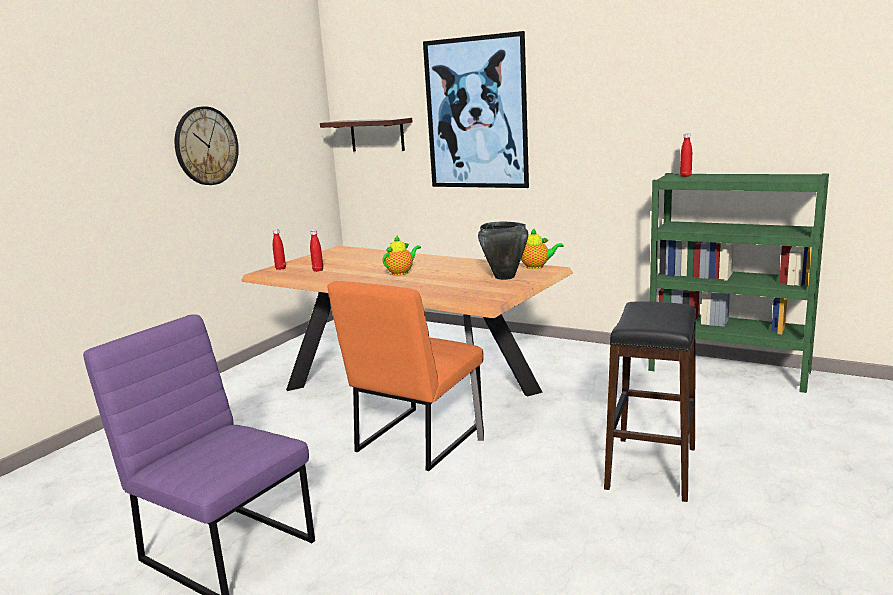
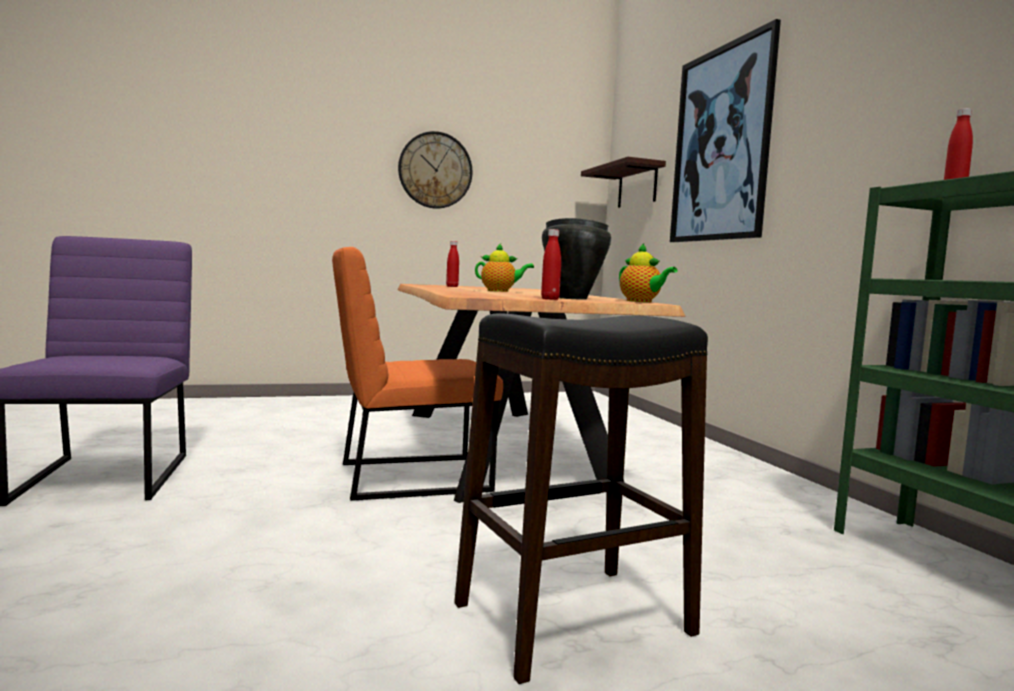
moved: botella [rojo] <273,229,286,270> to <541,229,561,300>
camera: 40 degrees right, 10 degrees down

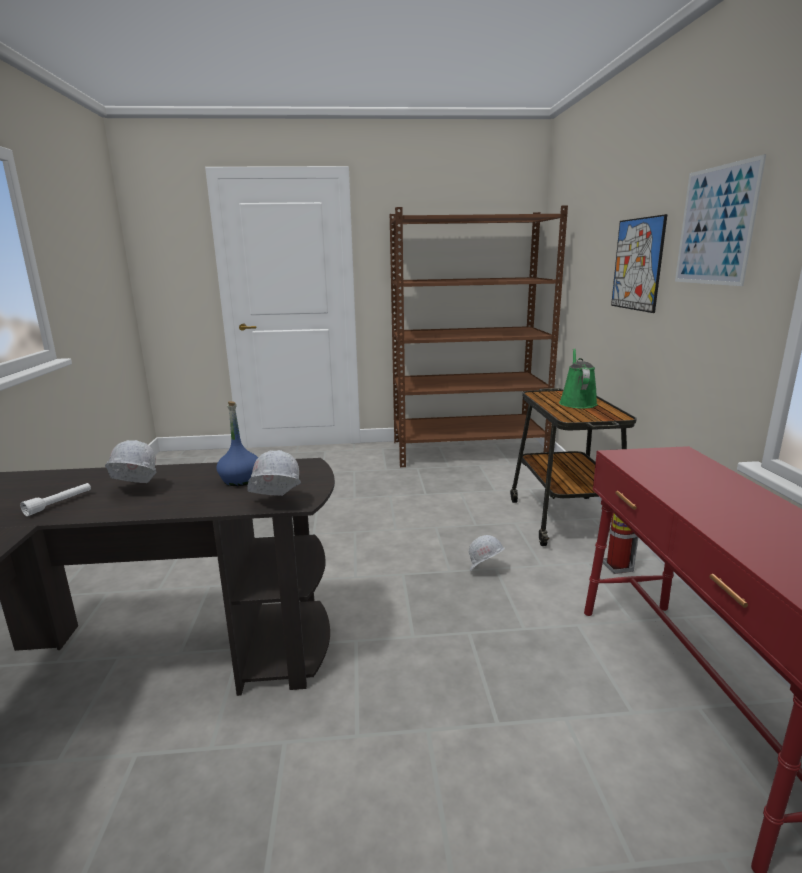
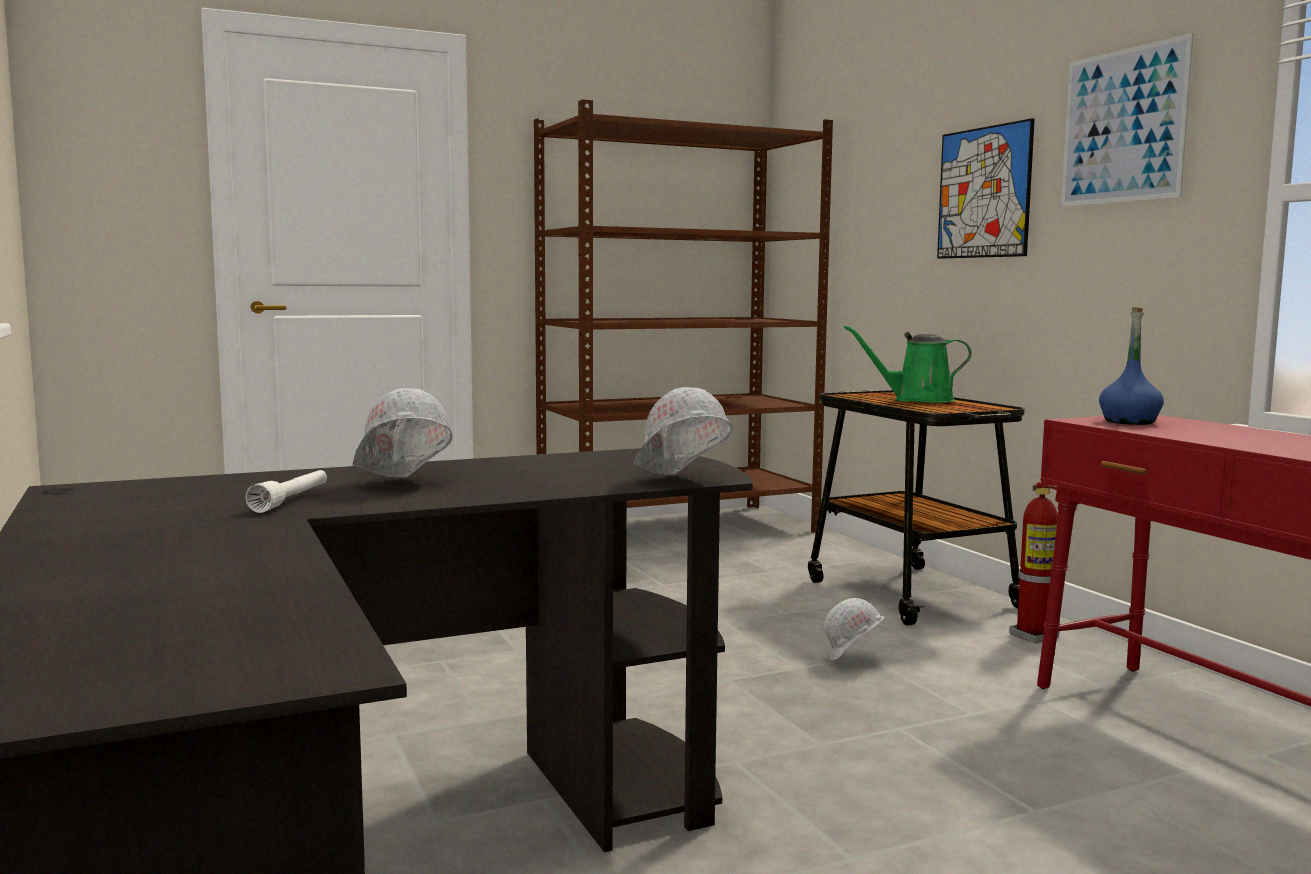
moved: botella [azul] <217,401,258,486> to <1099,307,1164,425>
turned: regadera [verde] <559,348,598,409> = <844,325,972,403> 75 degrees counterclockwise
camera: 20 degrees left, 10 degrees down

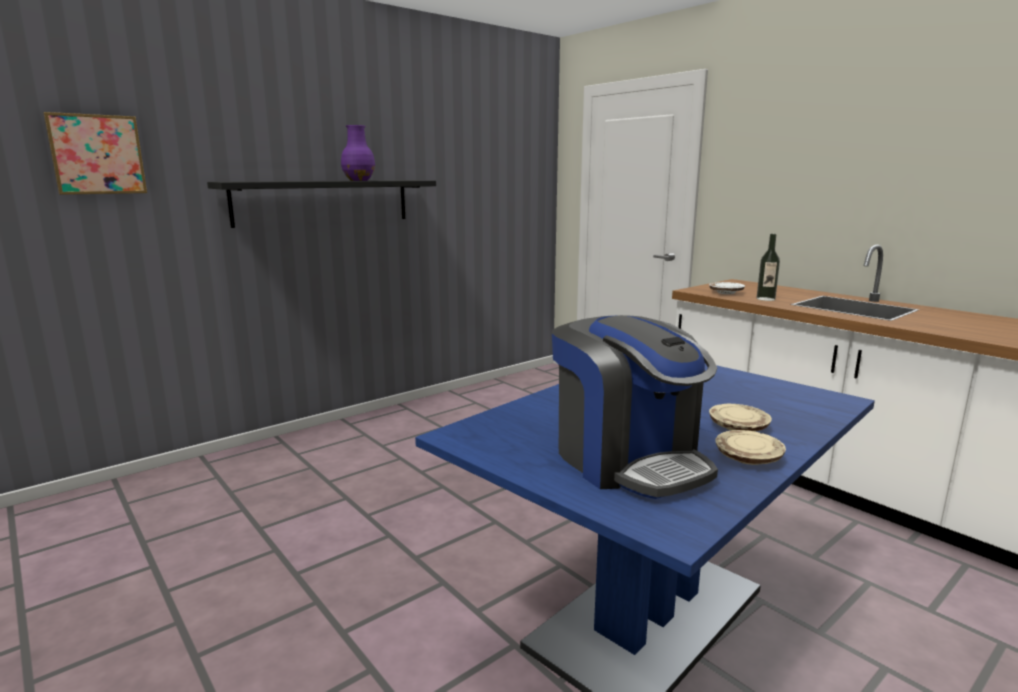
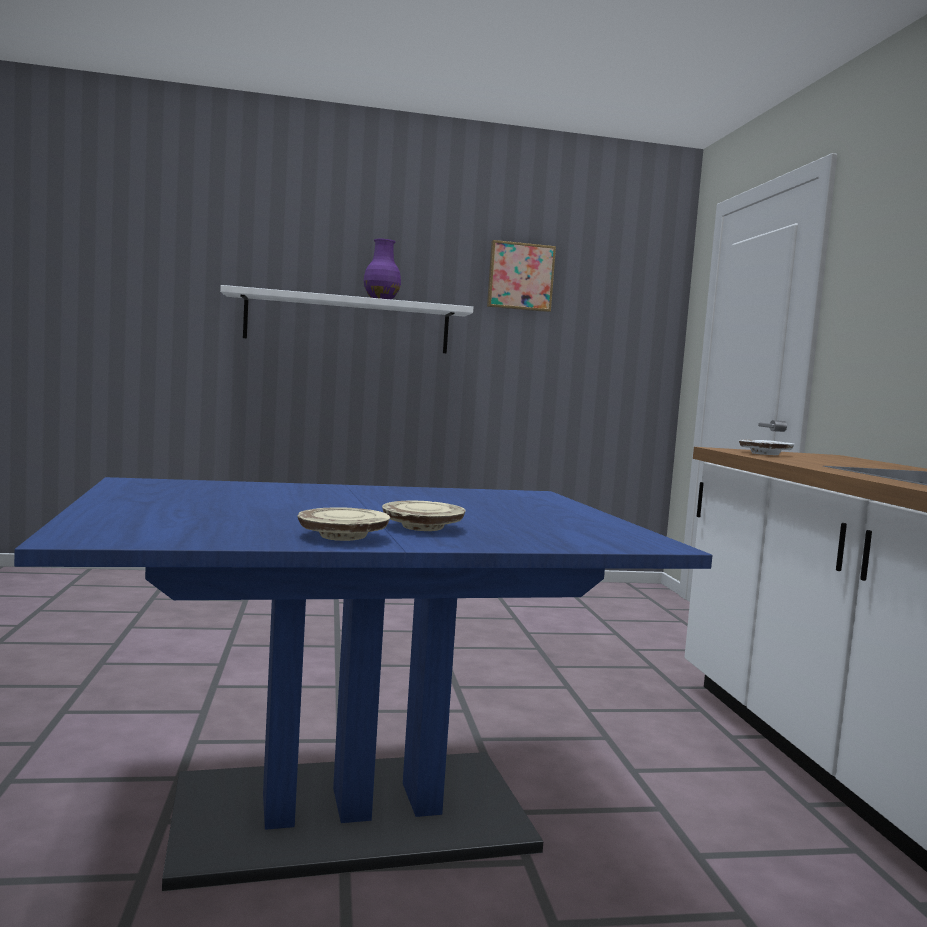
removed: cafetera <552,315,718,499>; botella <756,234,780,301>
moved: cuadro <43,112,147,195> to <487,240,556,312>
recoloured: estante [negro] <207,180,436,228> to estante [blanco] <220,285,473,354>
camera: 30 degrees right, 10 degrees down

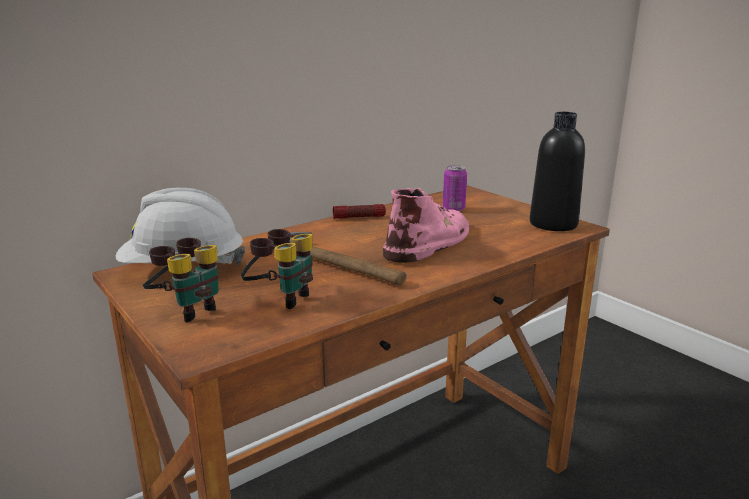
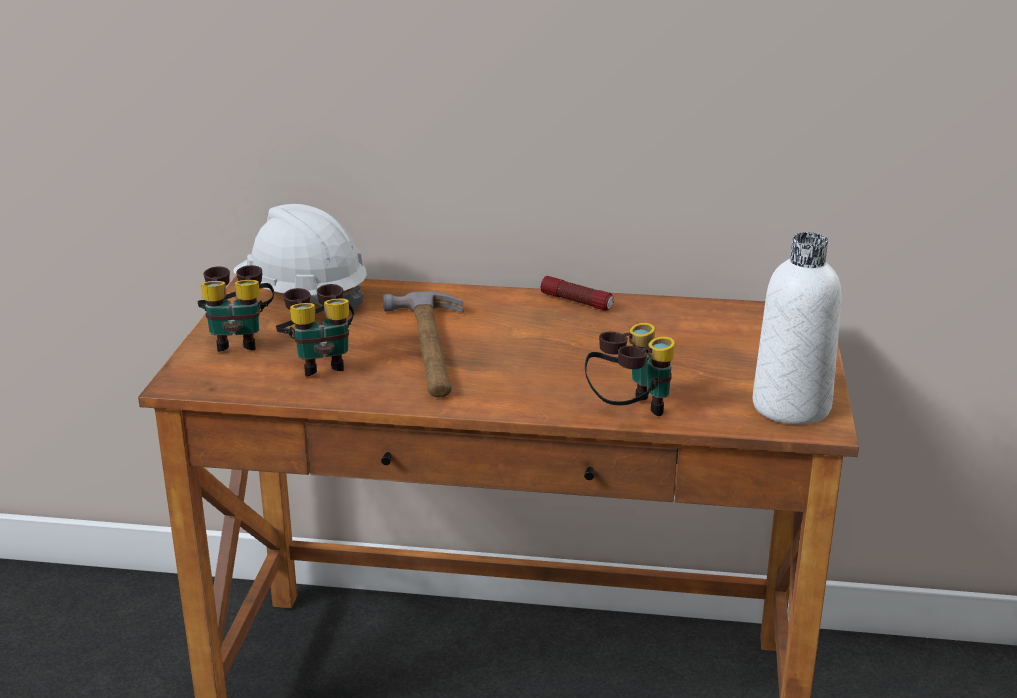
removed: bota [rosa] <383,188,469,263>; lata <443,165,467,211>
added: prismáticos <585,323,675,416>
recoloured: botella [negro] <530,112,585,231> to botella [blanco] <752,232,841,424>
camera: 45 degrees right, 5 degrees up

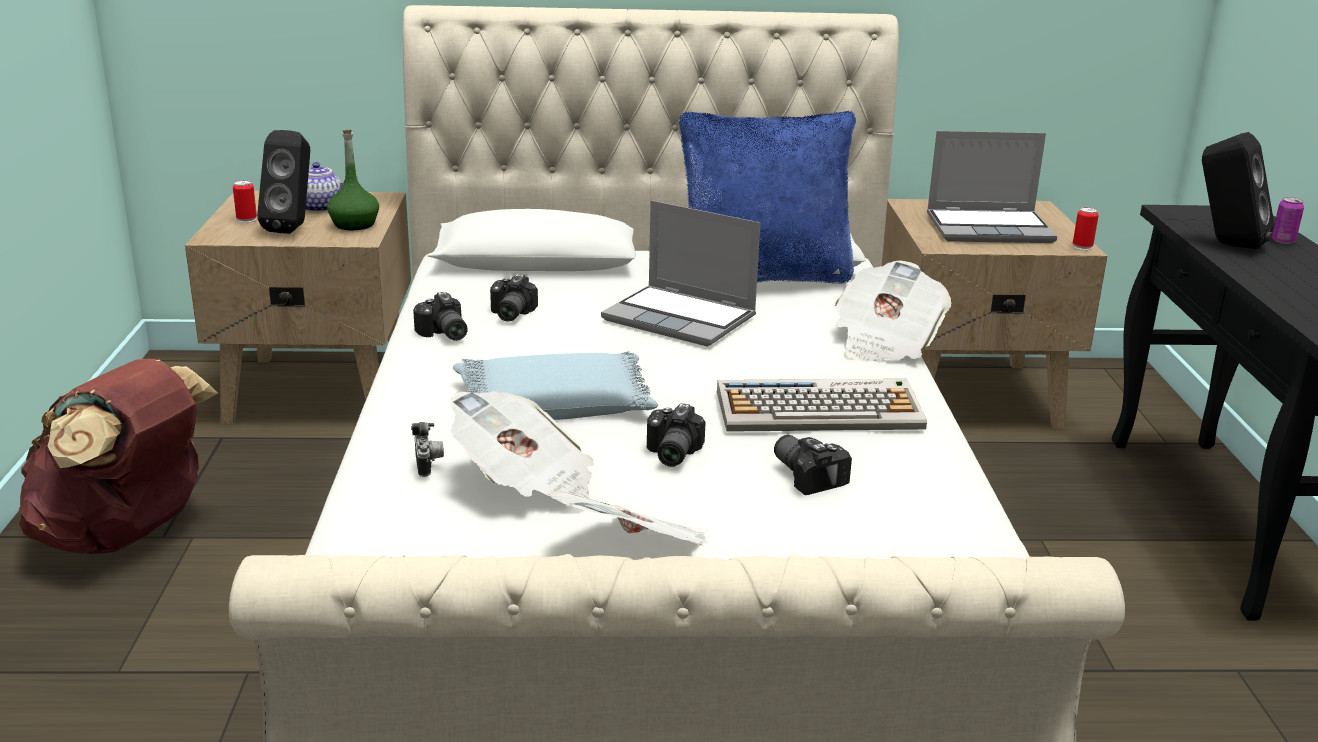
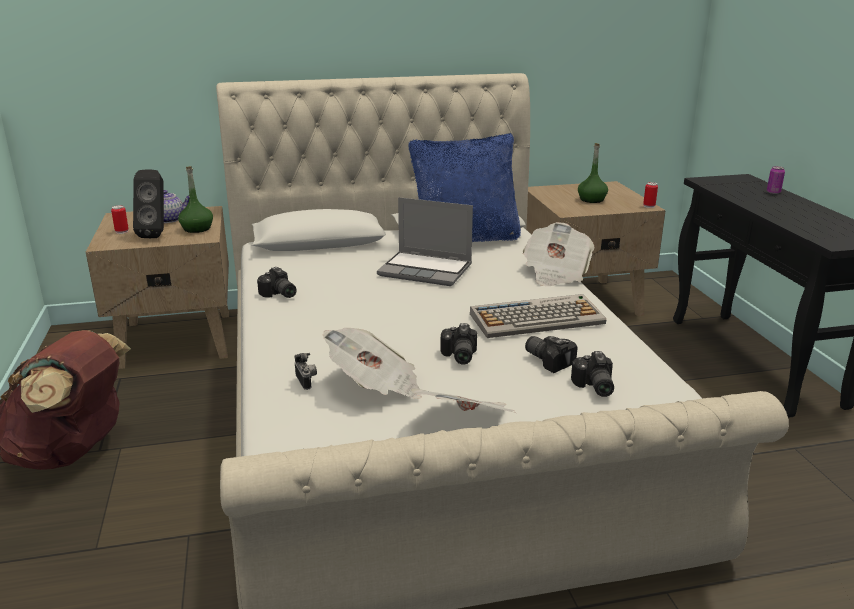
removed: cojín [azul] <453,351,658,420>; altavoz [negro] <1202,132,1274,249>
moved: cámara <490,274,538,321> to <571,351,614,397>
replaced: portátil <927,131,1057,243> to botella [verde] <578,143,608,203>
camera: 10 degrees left, 0 degrees up

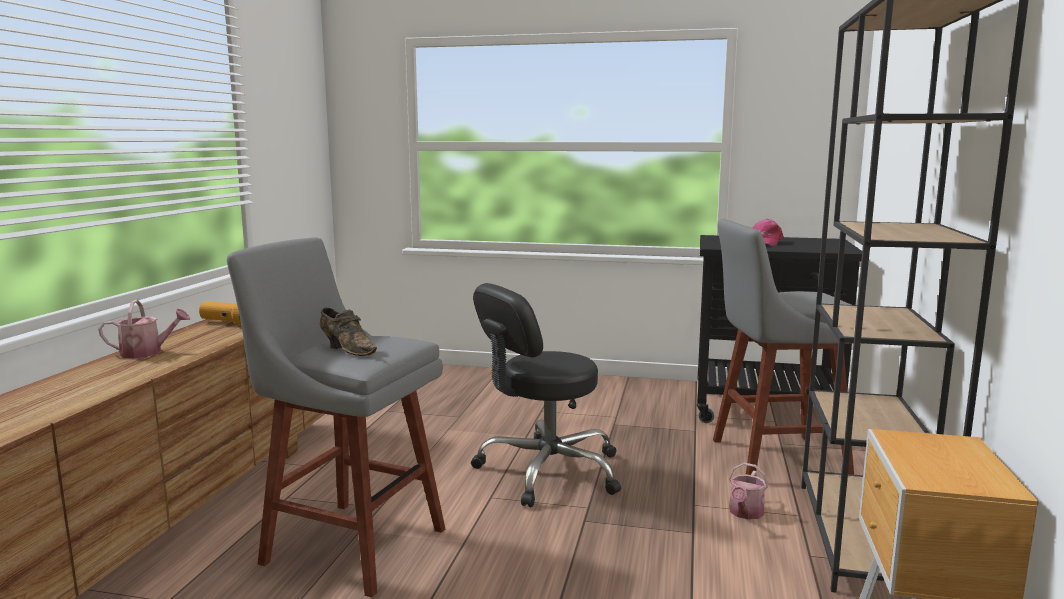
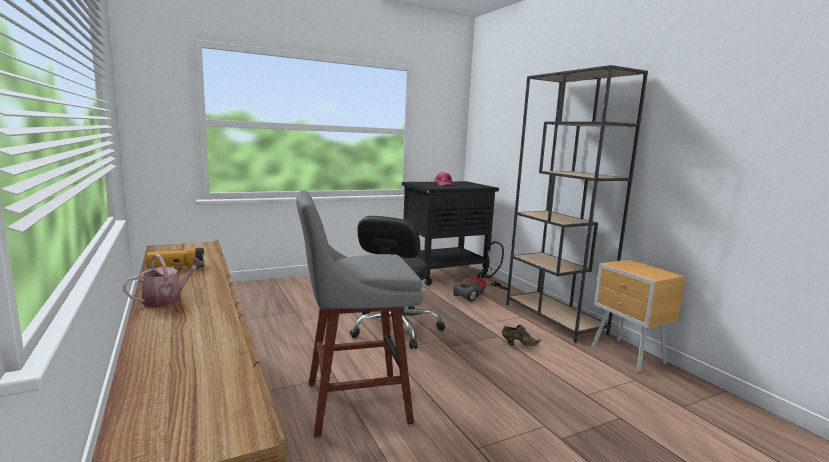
removed: regadera <729,463,768,520>
moved: zapato [marrón] <320,308,377,356> to <501,325,541,346>
replaced: taburete [gris] <713,219,854,475> to aspiradora <453,241,508,301>
camera: 40 degrees left, 0 degrees up

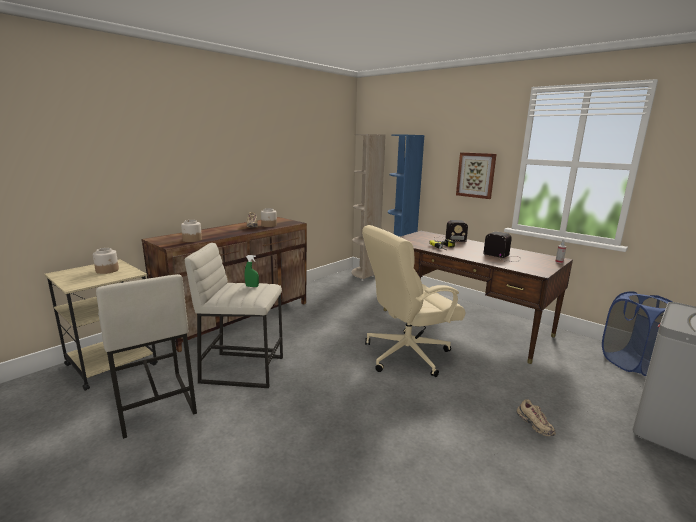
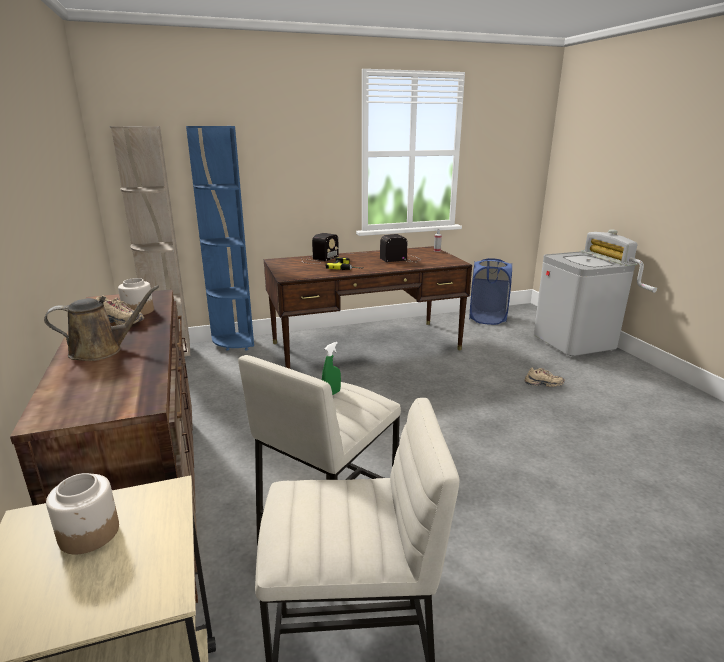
removed: tarro <181,220,202,242>; silla de oficina [beis] <362,225,465,377>; cuadro <456,152,497,199>
added: regadera [marrón] <44,285,159,361>
camera: 60 degrees left, 5 degrees up

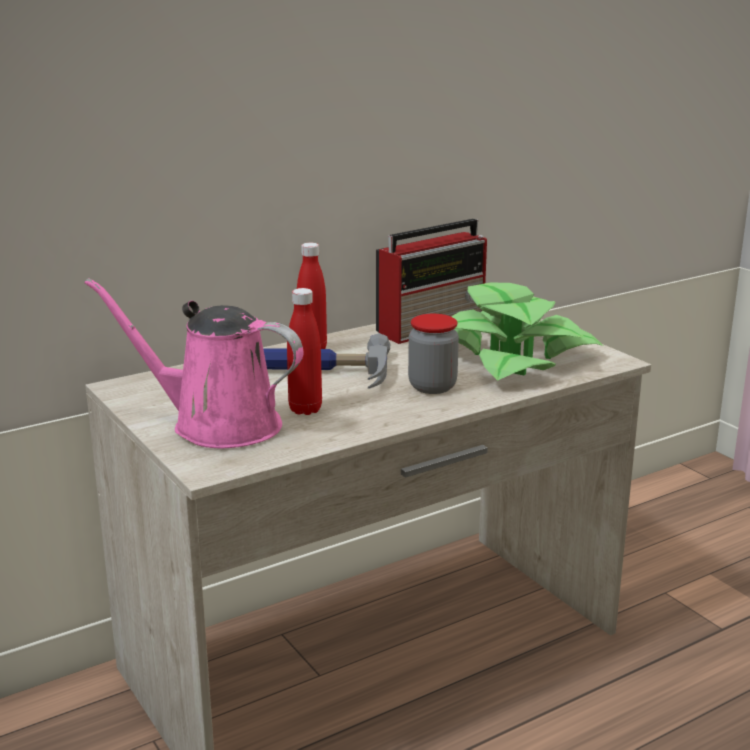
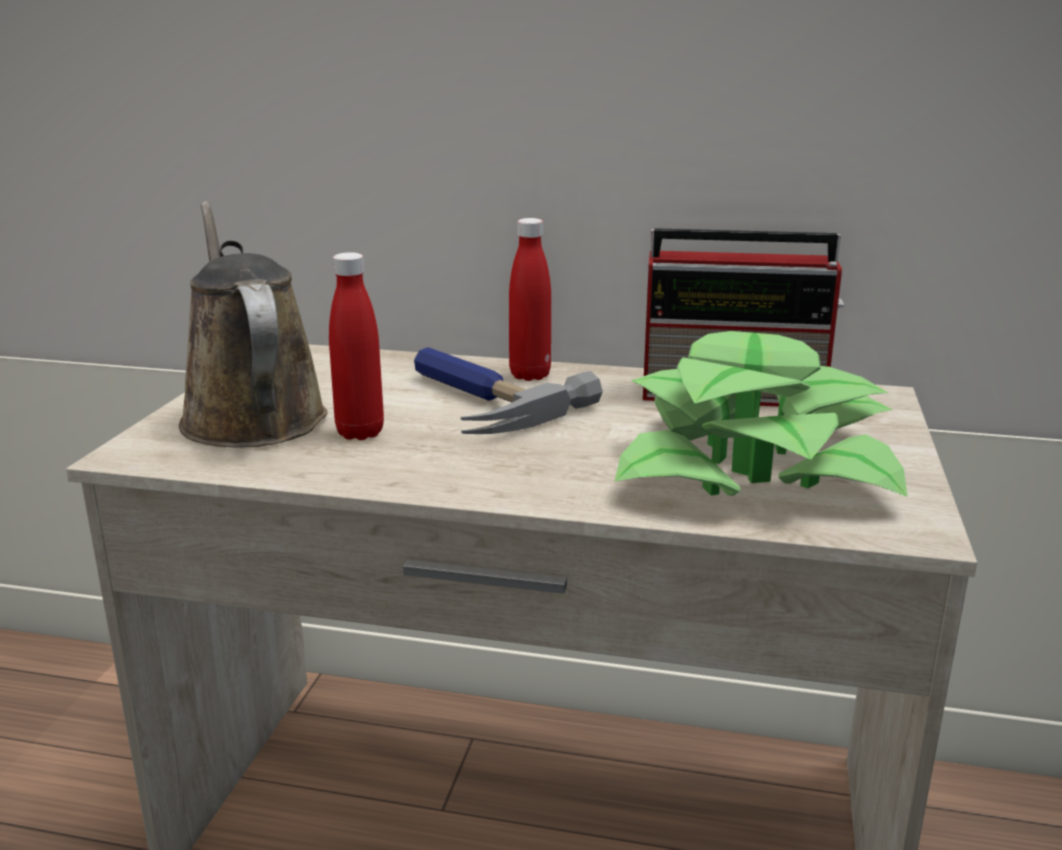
removed: tarro <408,314,459,394>
recoloured: regadera [rosa] <85,278,304,449> to regadera [marrón] <179,201,328,447>
camera: 45 degrees right, 0 degrees up

